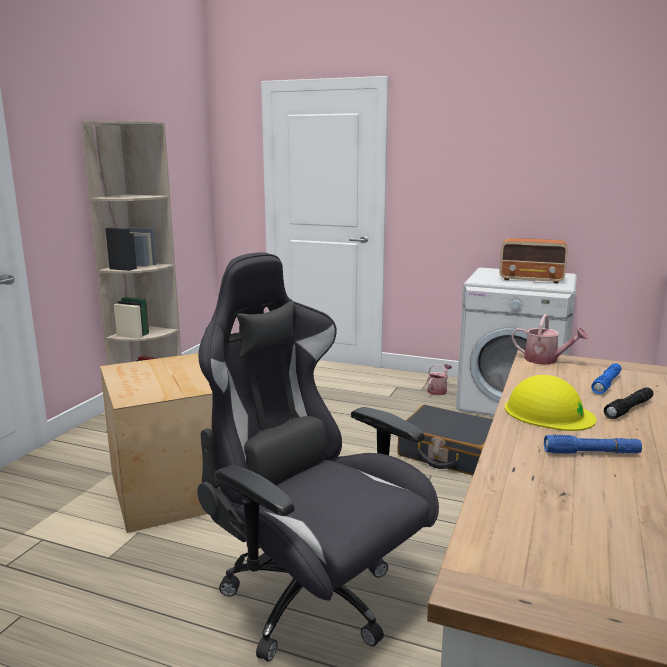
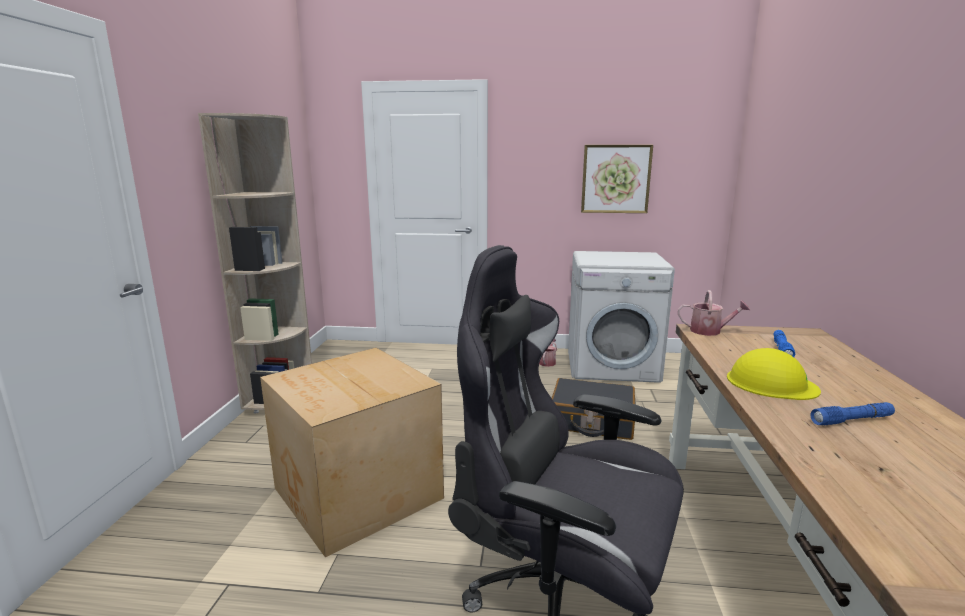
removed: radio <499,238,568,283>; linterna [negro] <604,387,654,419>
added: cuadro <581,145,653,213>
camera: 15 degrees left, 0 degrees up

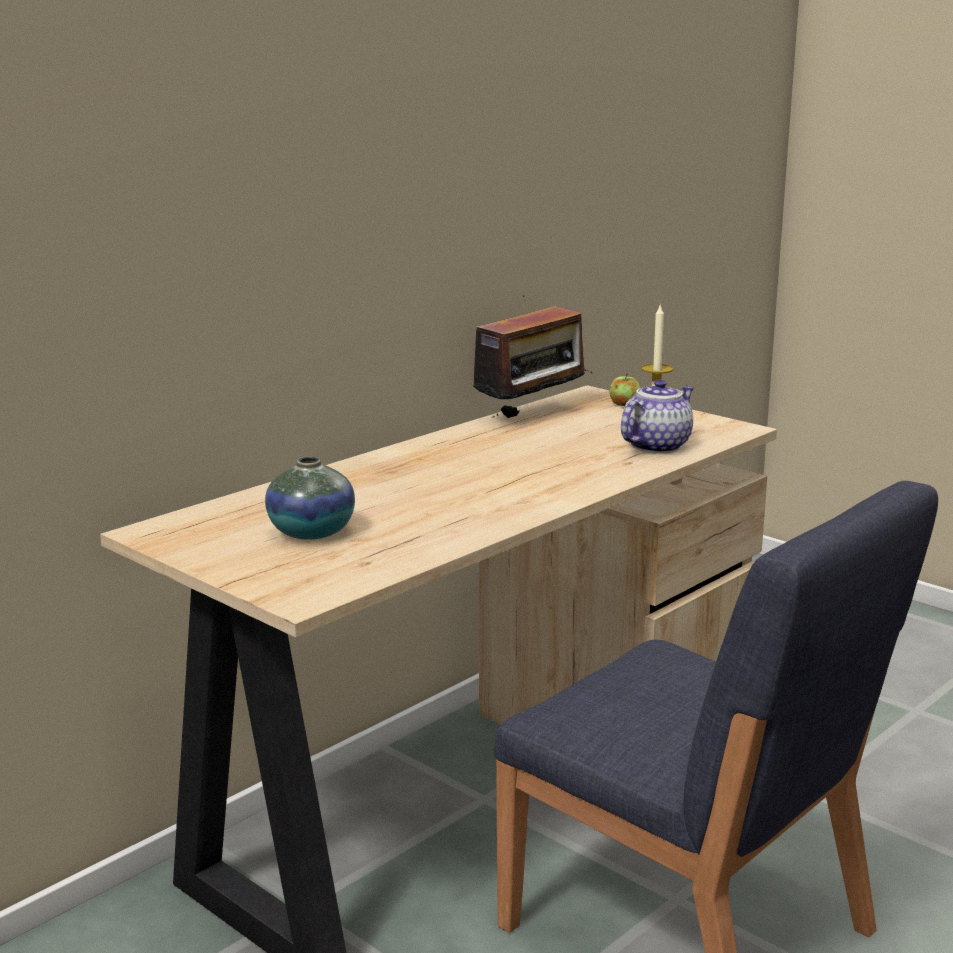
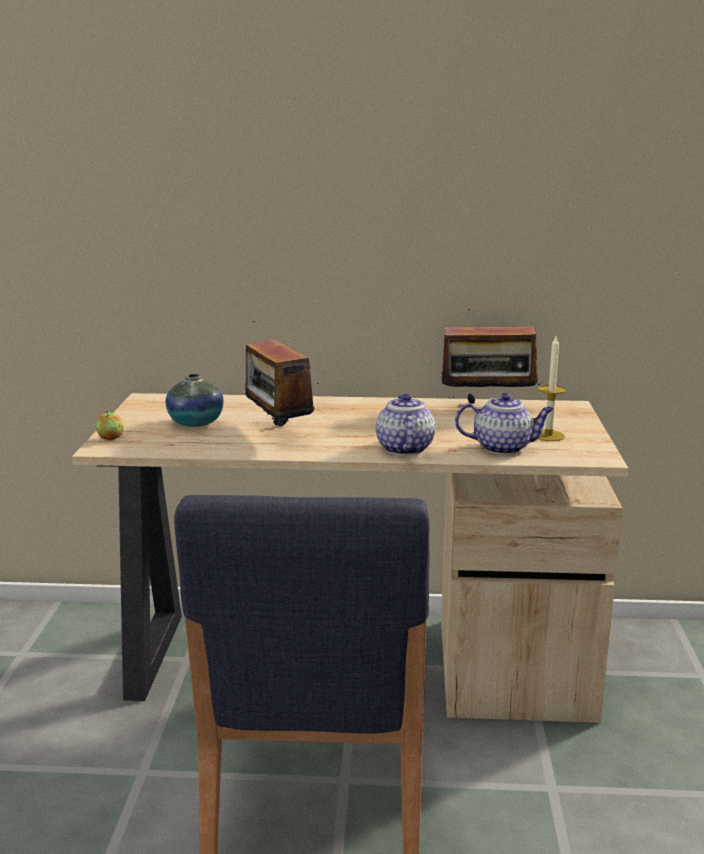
added: radio <245,321,318,426>; tetera <376,394,435,455>
moved: manzana <609,373,640,406> to <96,411,124,440>
camera: 50 degrees right, 0 degrees up

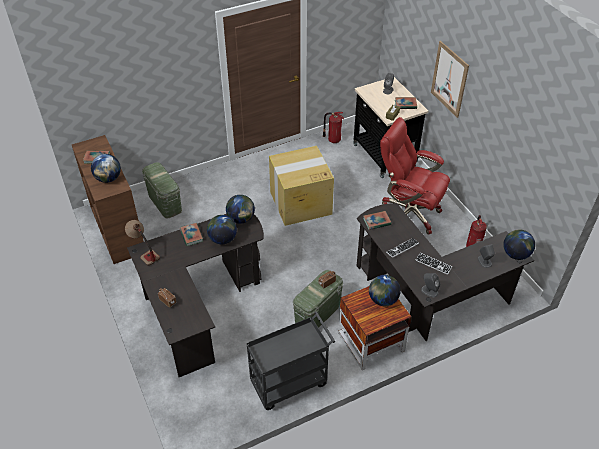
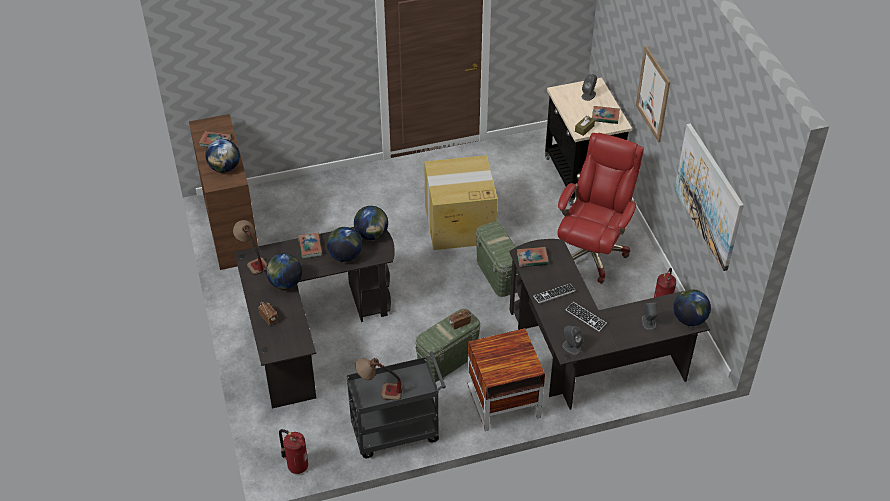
added: lámpara de mesa <355,358,403,400>; cuadro <674,124,744,271>
moved: caja de almacenaje [verde] <142,162,182,219> to <476,222,520,297>; extintor <323,112,344,143> to <279,429,308,474>; globo terráqueo <369,275,401,306> to <266,253,302,289>
turned: silla de oficina [rojo] <380,117,450,235> = <557,133,644,284> 75 degrees clockwise
camera: 10 degrees right, 0 degrees up

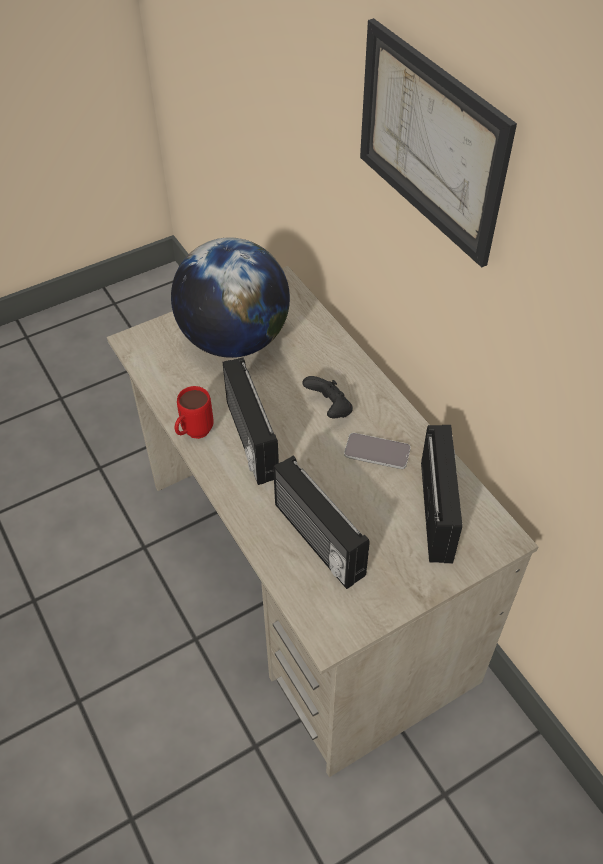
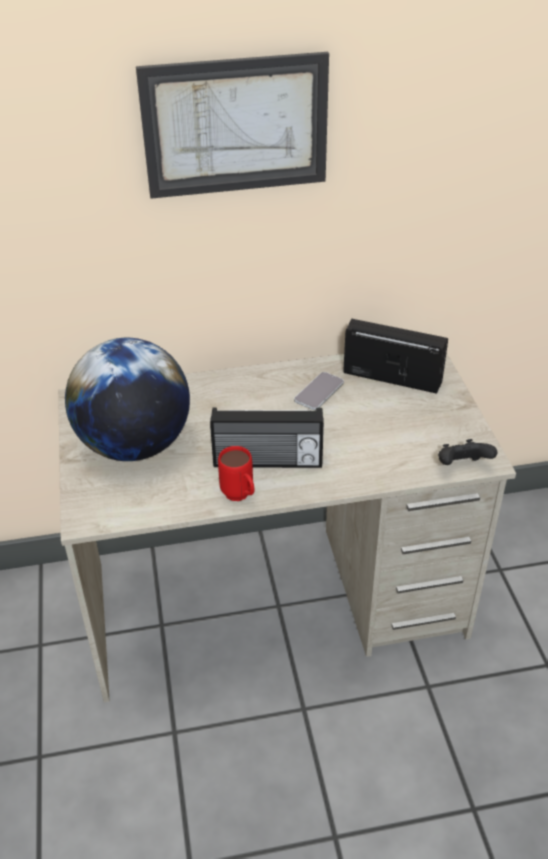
removed: radio <273,456,370,589>
moved: mando de consola [negro] <303,376,353,418> to <438,439,497,465>
camera: 70 degrees left, 10 degrees down

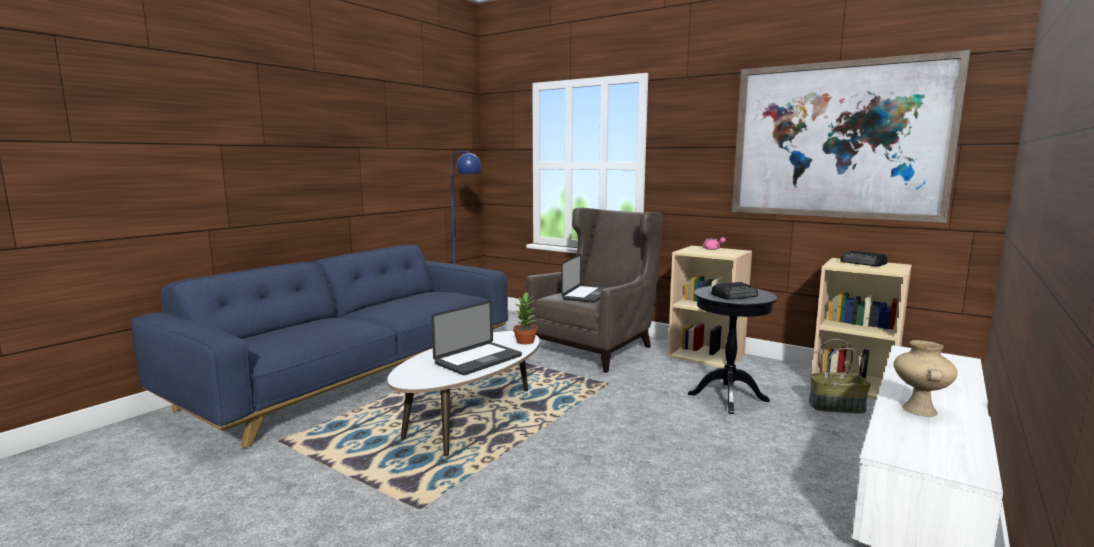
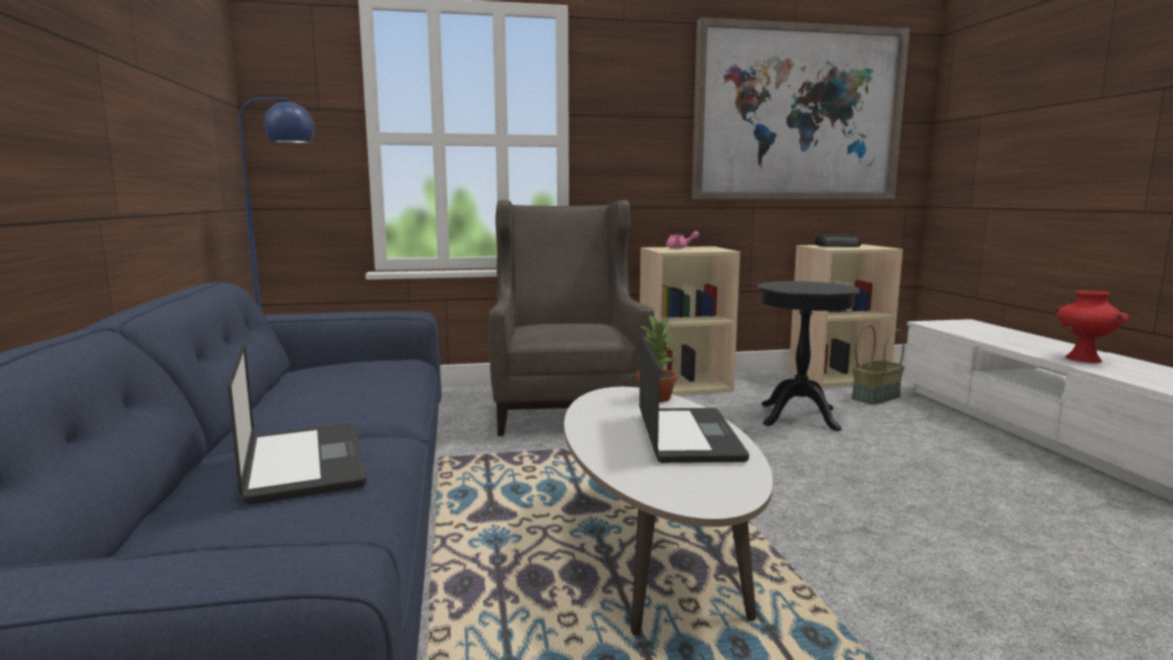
removed: radio <711,282,758,300>
moved: portátil <562,254,606,303> to <228,343,367,505>
recoloured: florero [beis] <894,340,957,417> to florero [rojo] <1055,290,1129,363>
camera: 45 degrees left, 0 degrees up

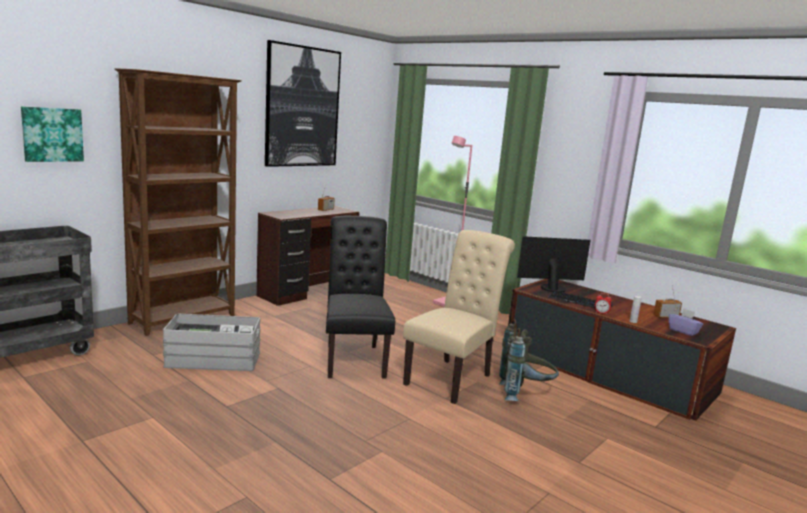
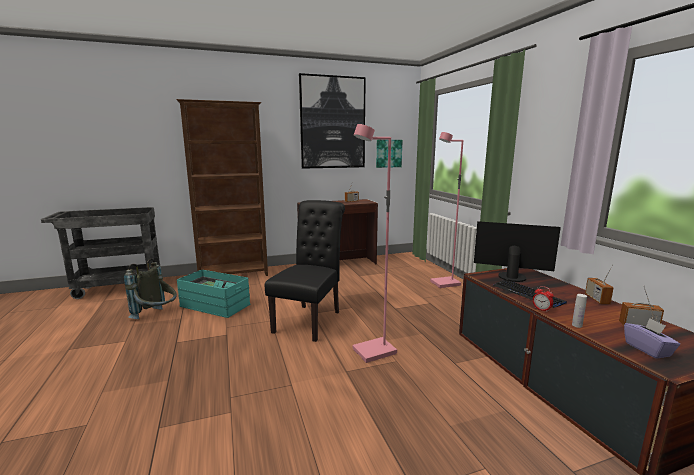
added: radio <585,265,614,304>
moved: cuadro <21,106,84,162> to <376,140,403,168>; mochila [gris] <499,319,559,401> to <124,259,177,319>
replaced: silla [beis] <403,230,515,404> to lámpara de pie [rosa] <352,124,397,363>
recoloured: caja de almacenaje [gris] <163,314,260,371> to caja de almacenaje [turquesa] <177,270,250,318>
camera: 30 degrees right, 0 degrees up

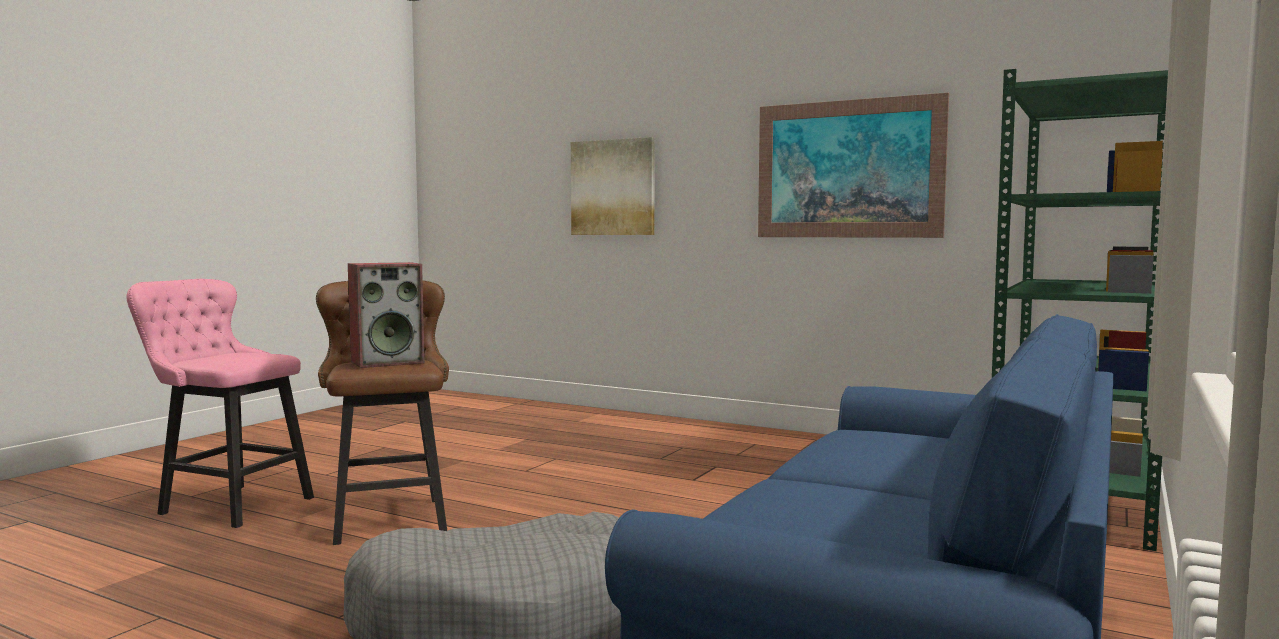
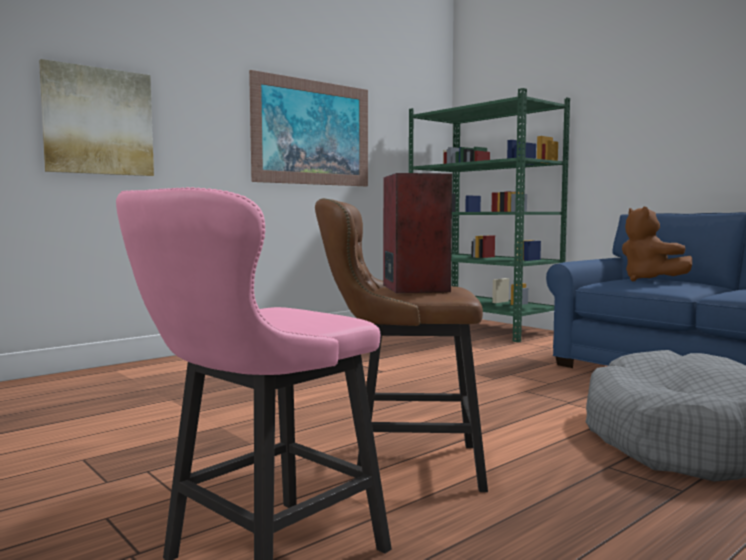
added: peluche [marrón] <622,207,692,282>
camera: 70 degrees left, 0 degrees up

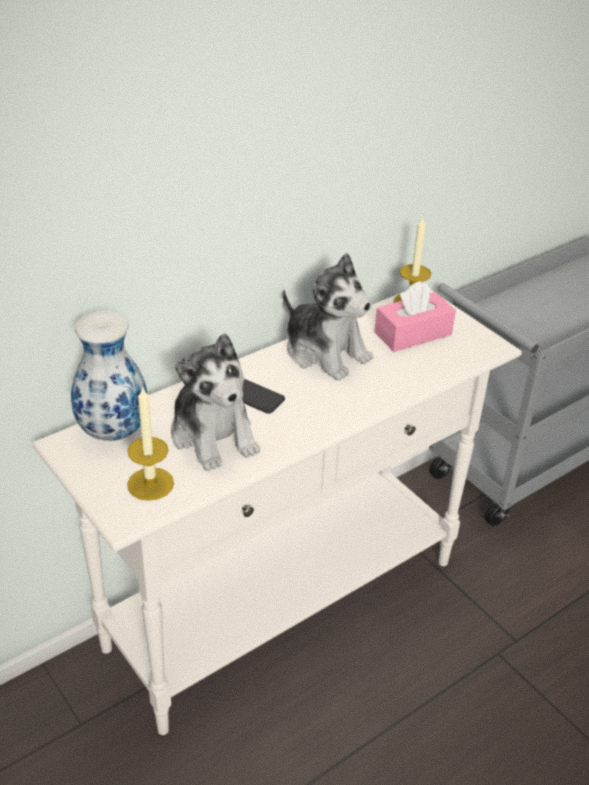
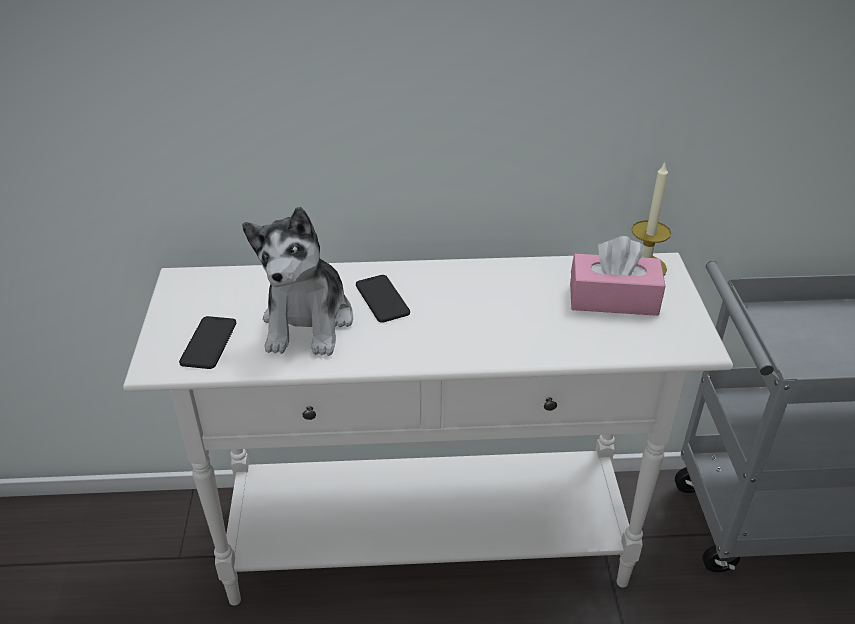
removed: florero <71,311,147,441>; peluche <283,253,373,381>
replaced: vela <127,386,174,501> to móvil <179,316,236,369>
camera: 35 degrees right, 0 degrees up

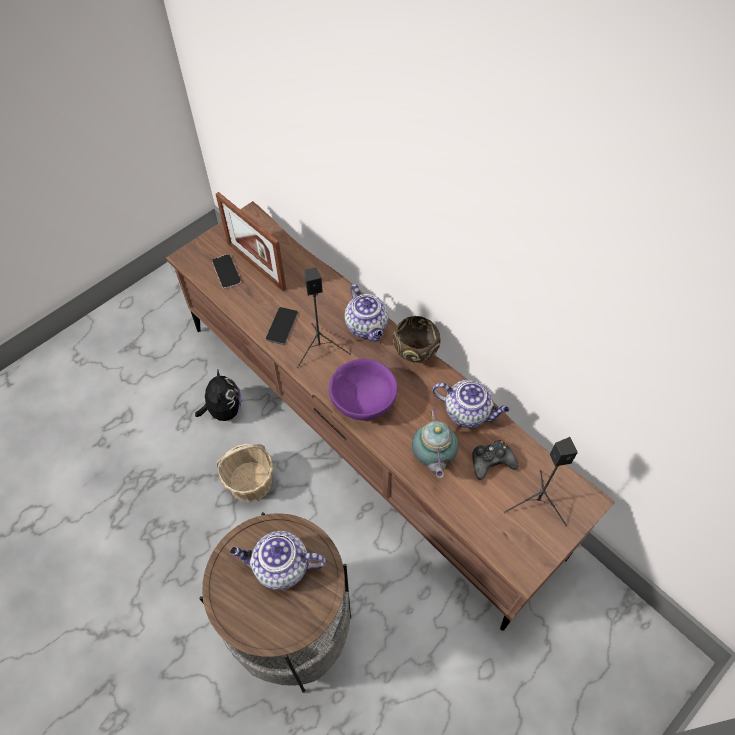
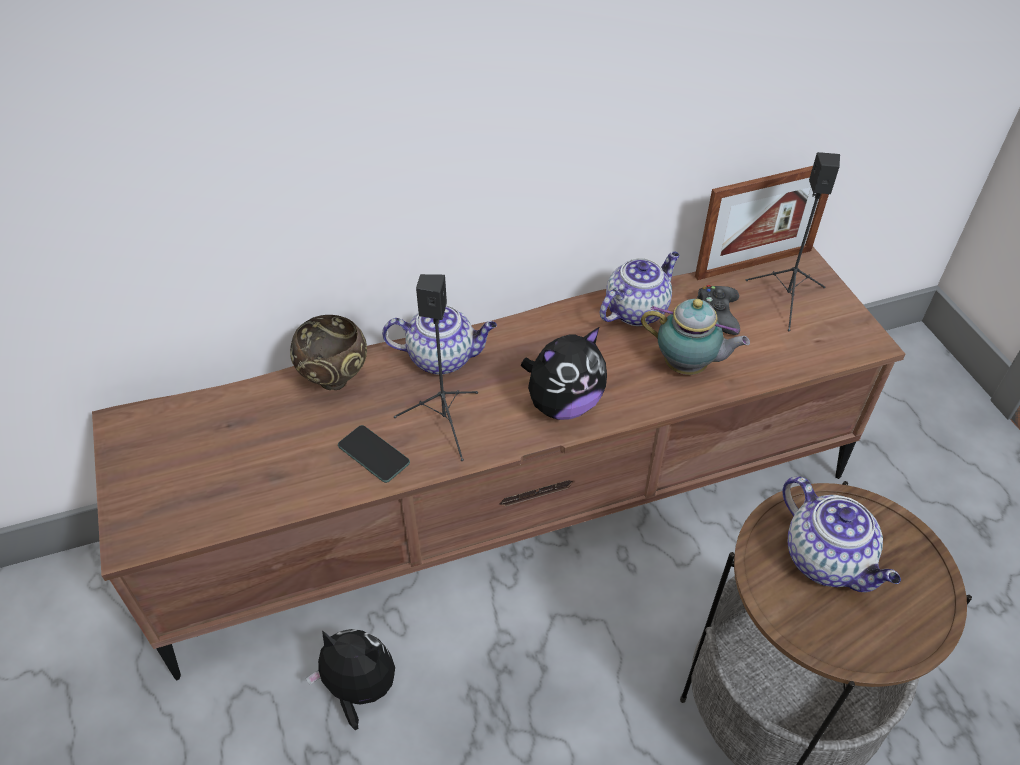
removed: móvil <212,254,241,289>; cesta <216,444,273,502>
moved: portarretratos <216,192,286,291> to <695,166,829,280>; cuenco [marrón] <393,316,440,363> to <290,315,367,390>
replaced: cuenco [morado] <329,359,398,420> to peluche <521,327,607,420>
turned: tetera <230,531,326,590> = <782,476,901,592> 60 degrees counterclockwise
camera: 65 degrees left, 10 degrees down

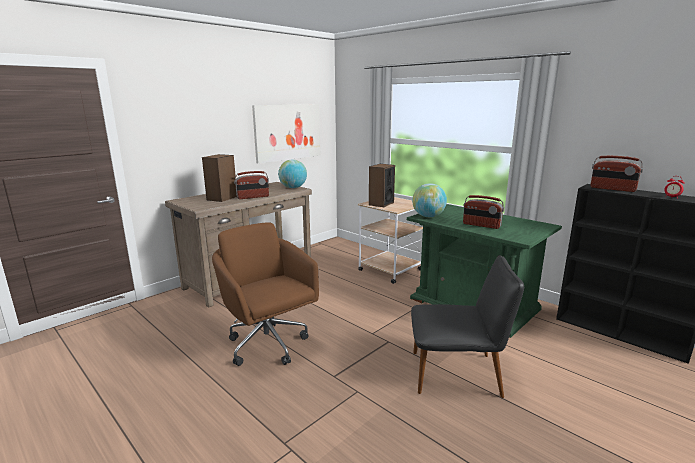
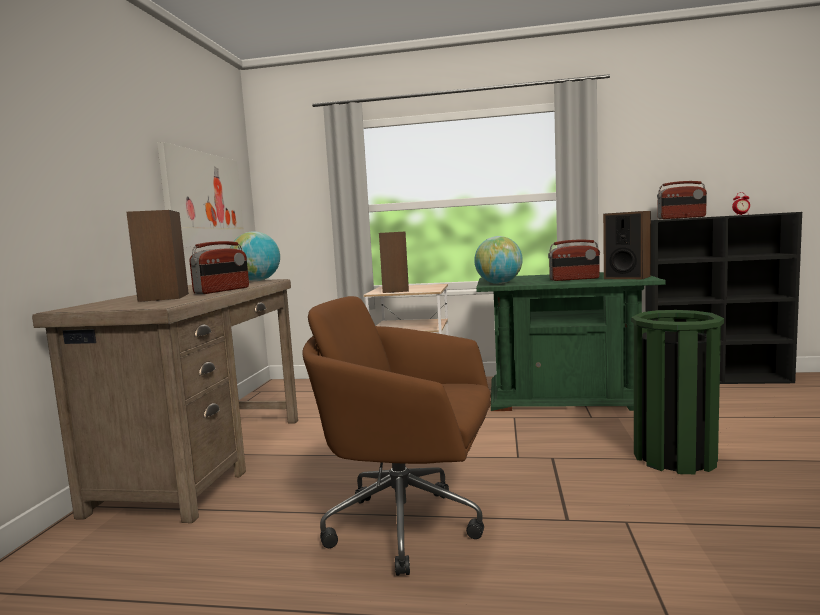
added: altavoz <603,211,651,279>
replaced: silla [negro] <411,255,524,398> to papelera [verde] <631,310,724,474>
camera: 35 degrees left, 10 degrees down

